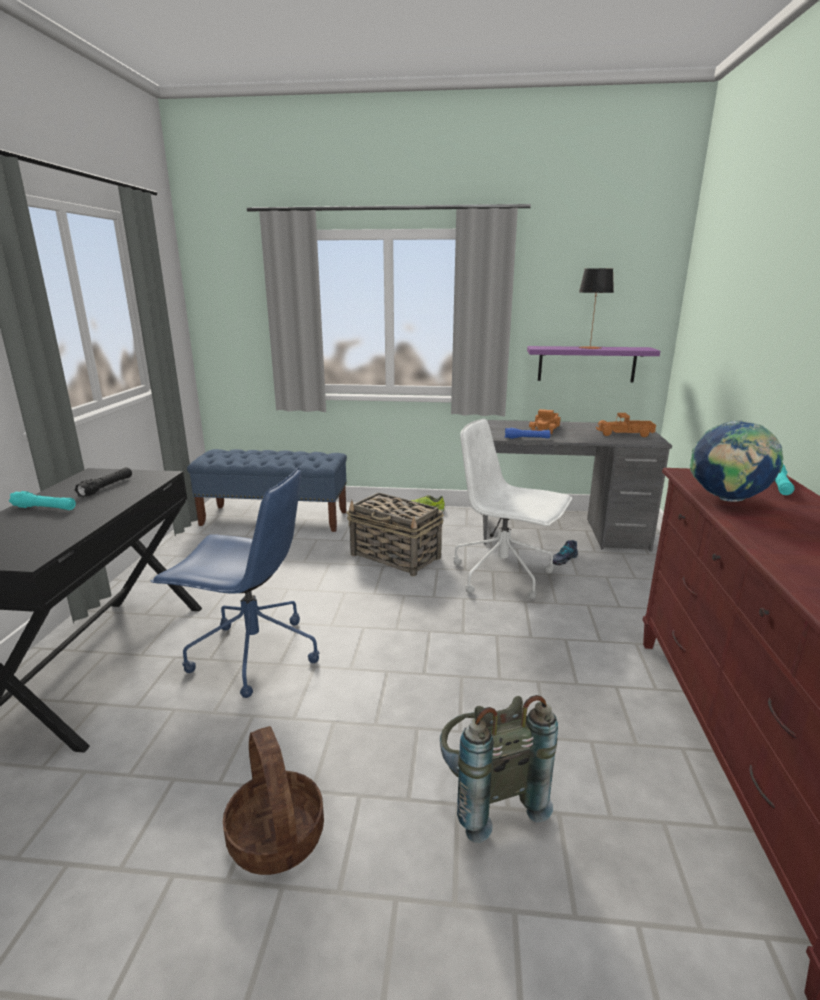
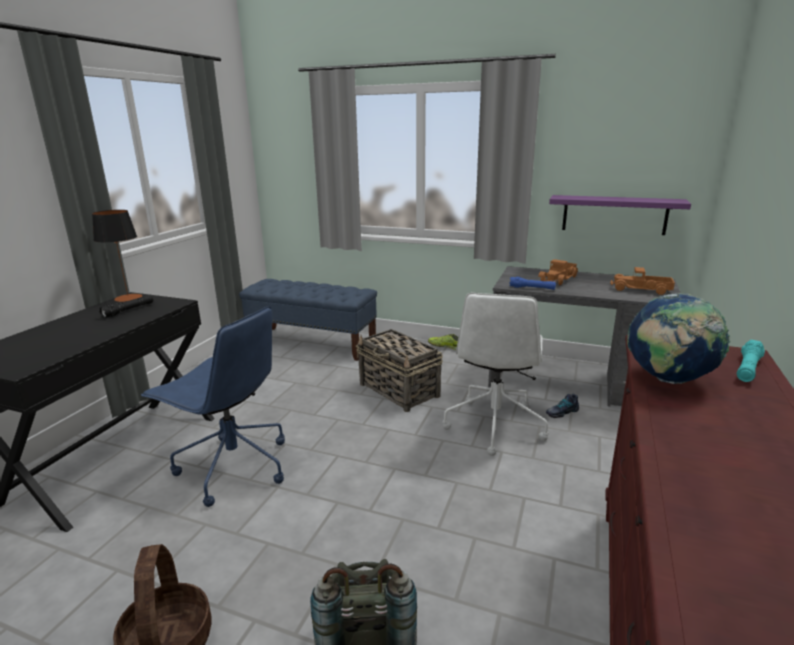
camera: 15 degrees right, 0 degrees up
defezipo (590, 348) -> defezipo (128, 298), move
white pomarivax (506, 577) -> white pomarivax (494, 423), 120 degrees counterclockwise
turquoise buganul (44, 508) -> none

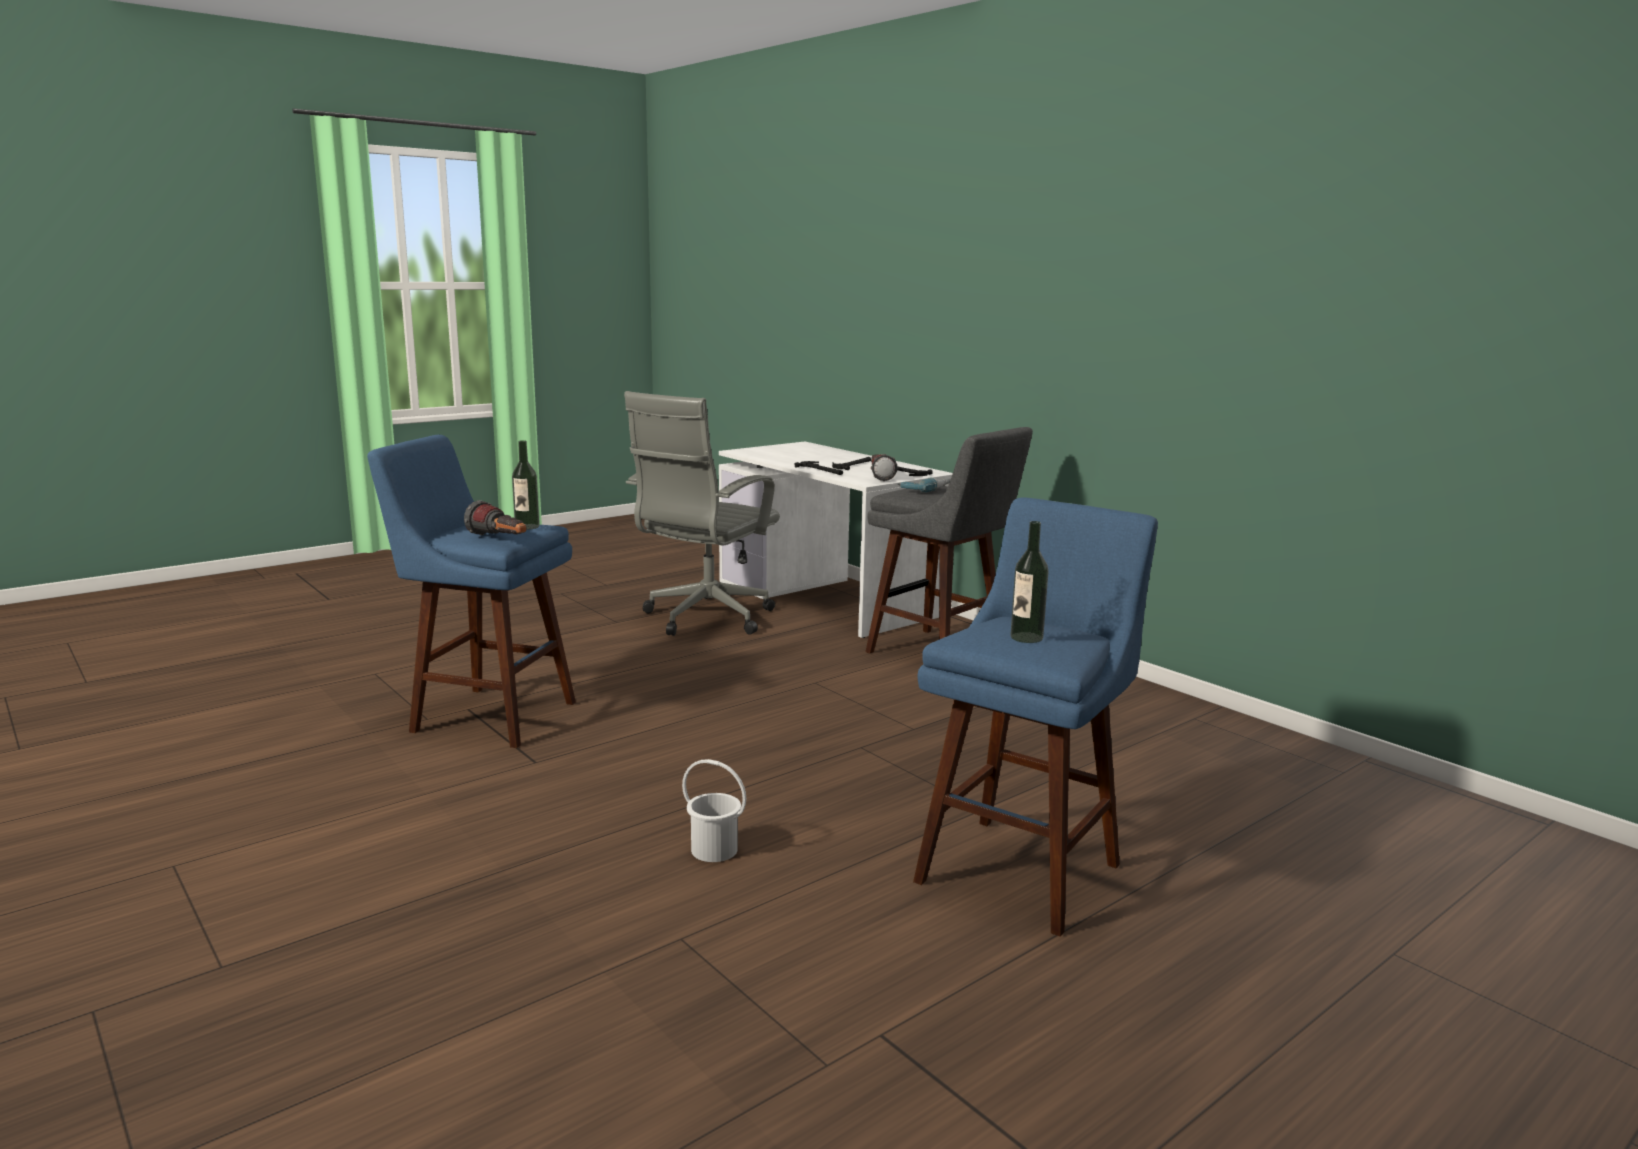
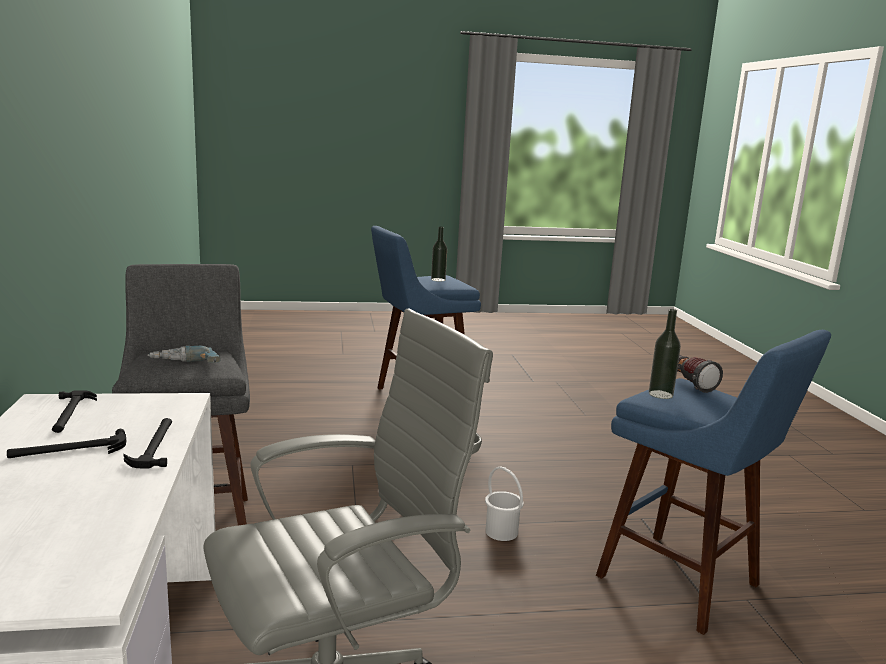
camera: 150 degrees left, 0 degrees up
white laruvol (714, 850) -> white laruvol (502, 531), move
buganul (879, 476) -> none

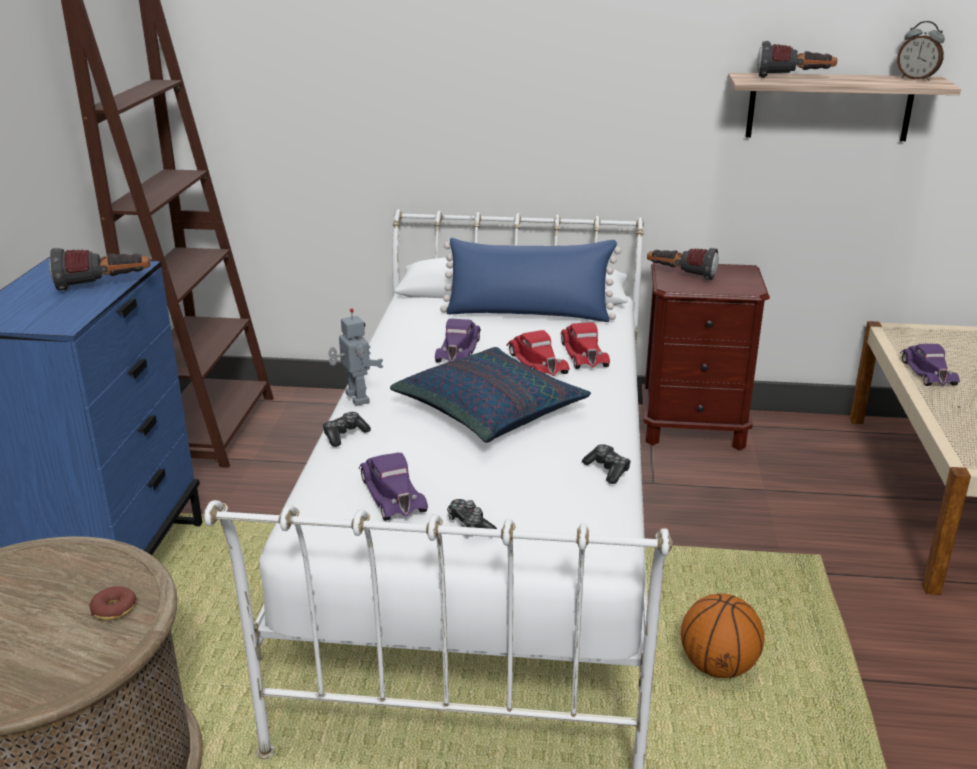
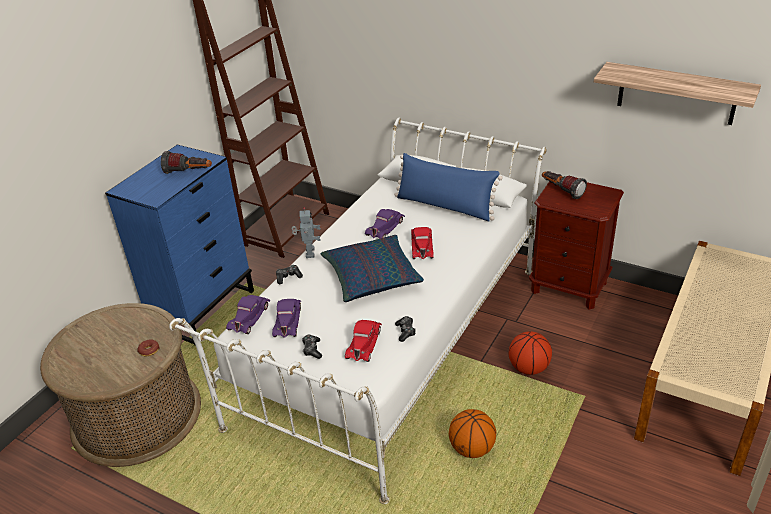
camera: 25 degrees right, 10 degrees up
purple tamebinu (927, 372) -> purple tamebinu (249, 317), move
red tamebinu (583, 353) -> red tamebinu (364, 343), move
none -> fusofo (528, 368)
buganul (794, 78) -> none
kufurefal (916, 79) -> none

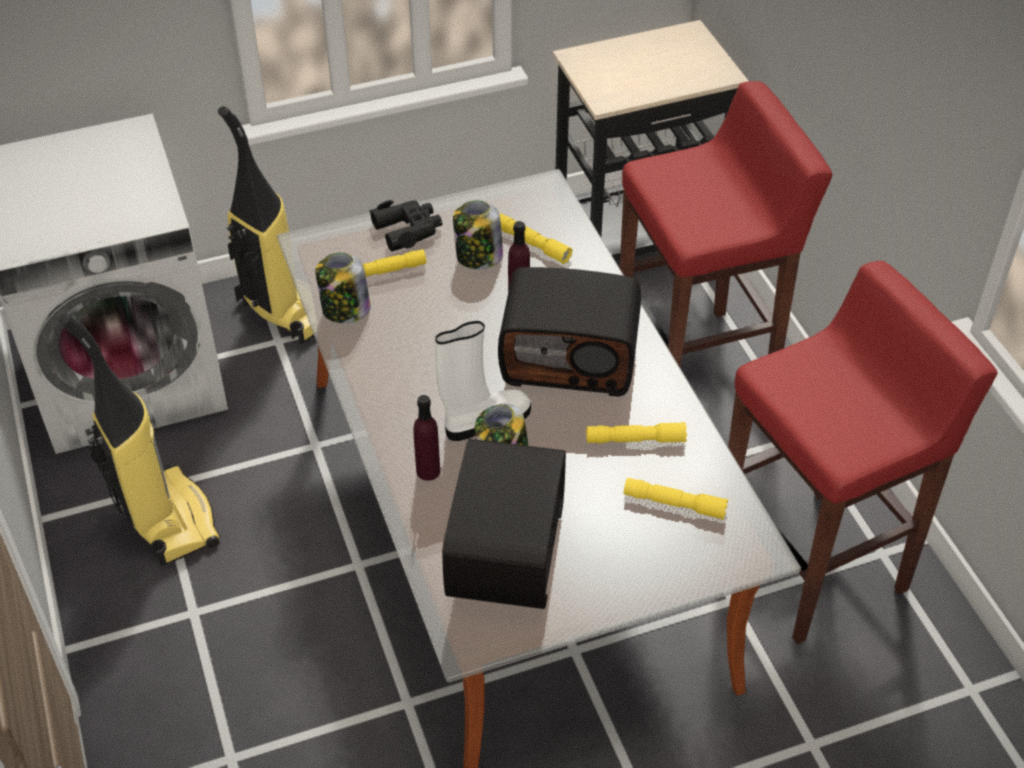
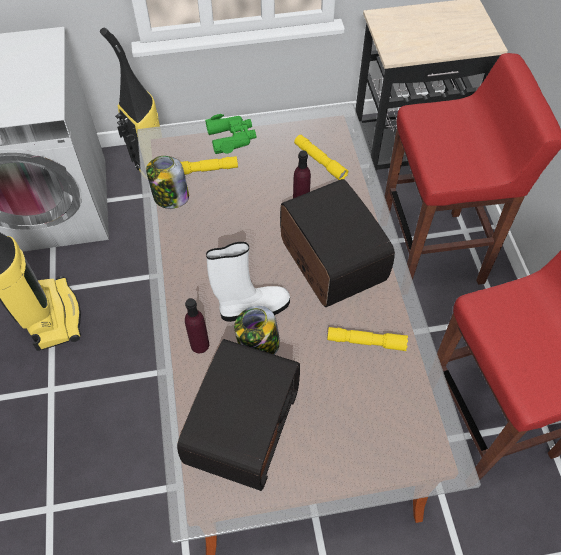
camera: 10 degrees right, 10 degrees up
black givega (408, 230) -> green givega (231, 138)
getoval (570, 357) -> getoval (329, 261), 135 degrees counterclockwise
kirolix (478, 257) -> none
yellow buganul (674, 504) -> none

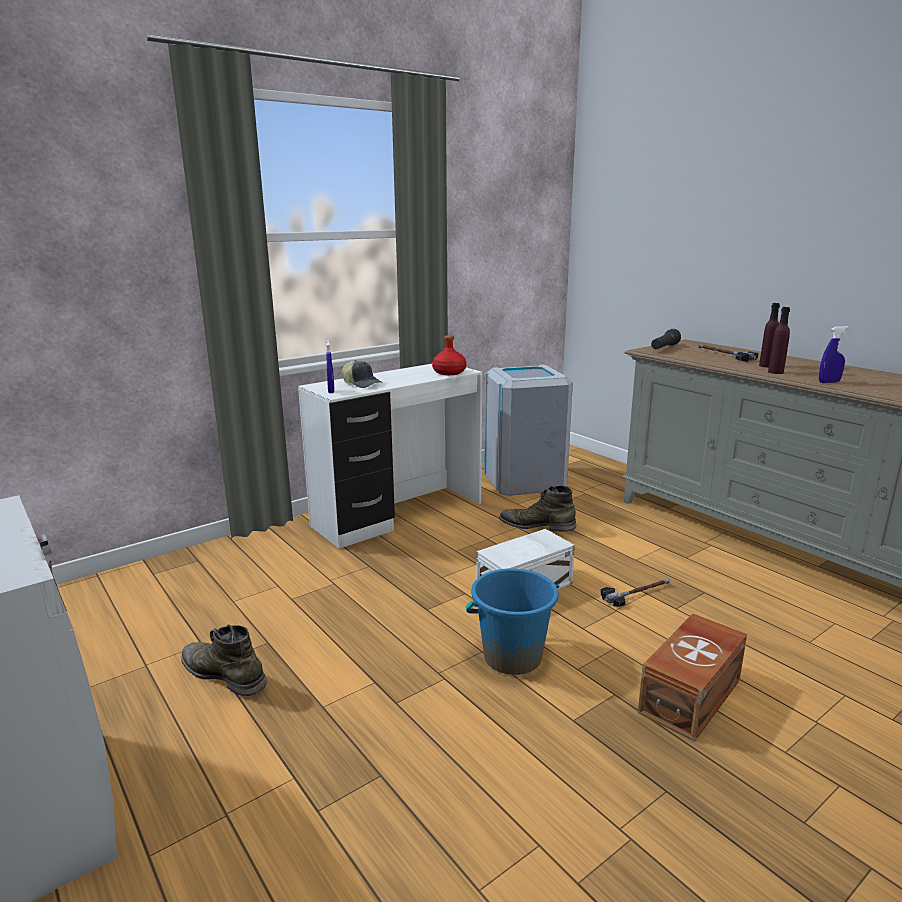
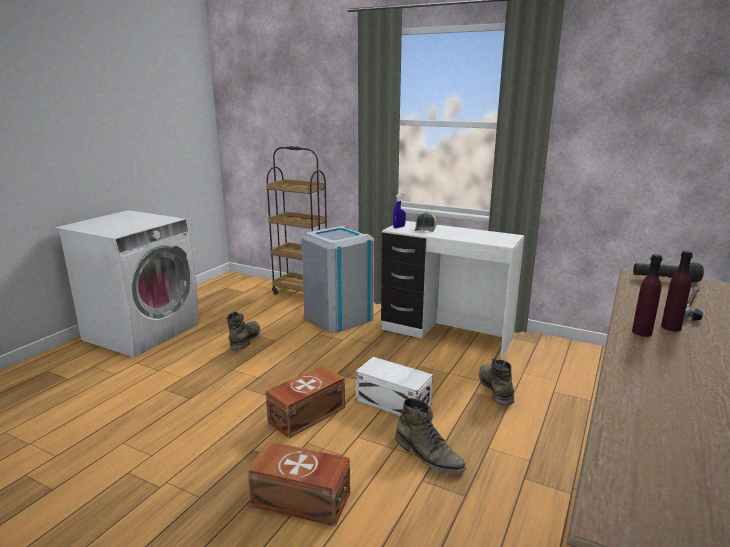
camera: 65 degrees right, 0 degrees up
none -> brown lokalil (302, 294)
blue laruvol (512, 657) -> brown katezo (305, 414)
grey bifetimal (524, 480) -> grey bifetimal (338, 317), move
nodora (636, 593) -> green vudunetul (428, 455)
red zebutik (449, 372) -> none
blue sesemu (829, 382) -> none

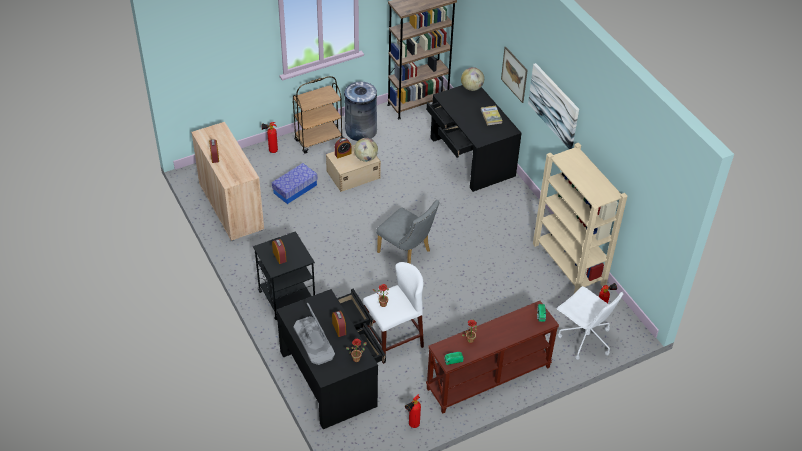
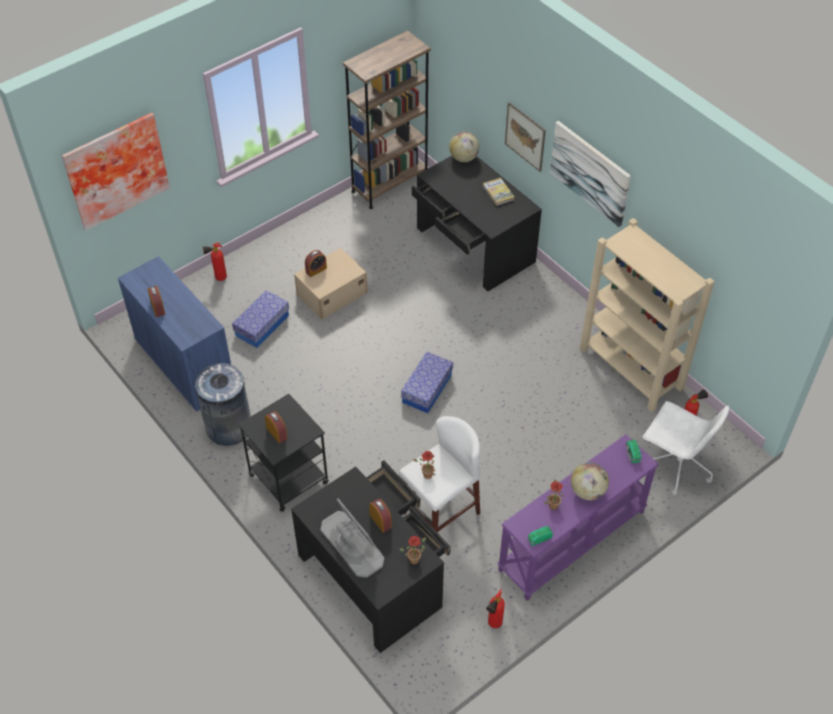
camera: 10 degrees left, 5 degrees up
none -> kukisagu (115, 169)
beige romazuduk (231, 207) -> blue romazuduk (185, 364)
grey bifetimal (360, 131) -> grey bifetimal (228, 427), move
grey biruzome (407, 253) -> katezo (427, 389)
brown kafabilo (488, 378) -> purple kafabilo (572, 541)
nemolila (366, 158) -> nemolila (587, 491), move
brown lokalil (319, 140) -> none

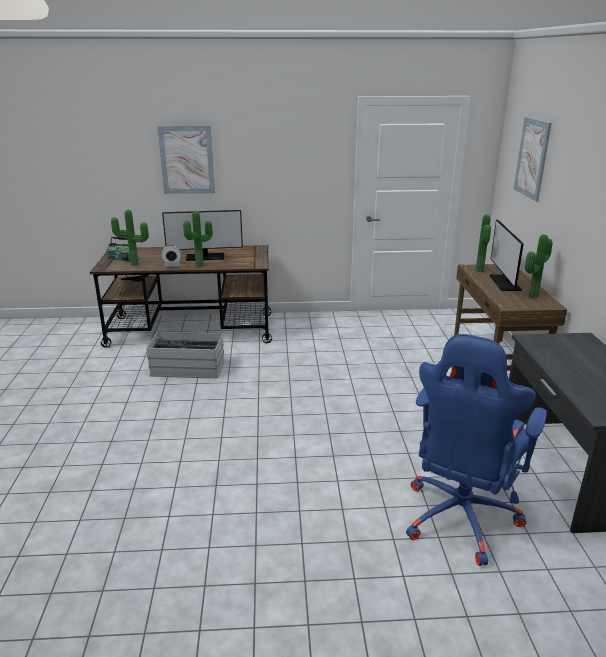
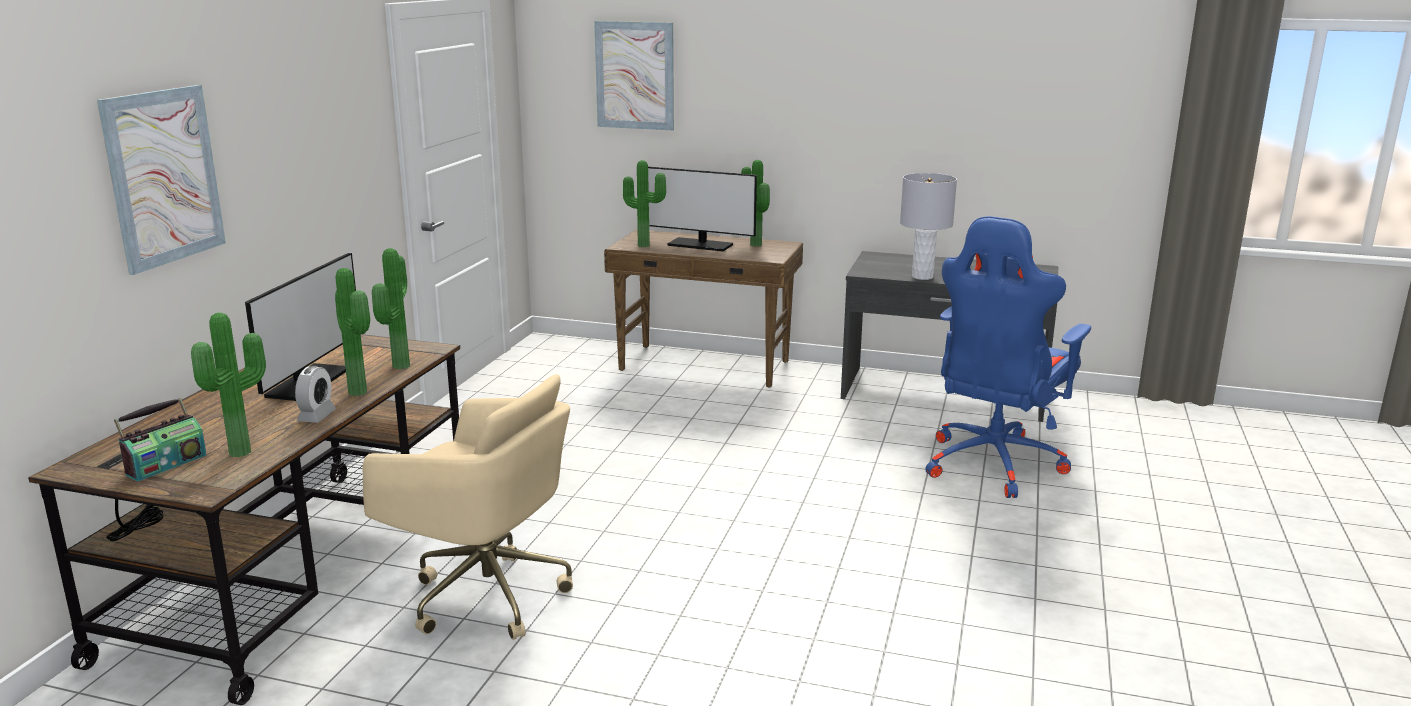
camera: 70 degrees left, 5 degrees down
grey katezo (187, 368) -> beige pomarivax (482, 596)
none -> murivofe (397, 366)
none -> grey defezipo (922, 277)
blue pomarivax (463, 511) -> blue pomarivax (997, 460), 75 degrees clockwise

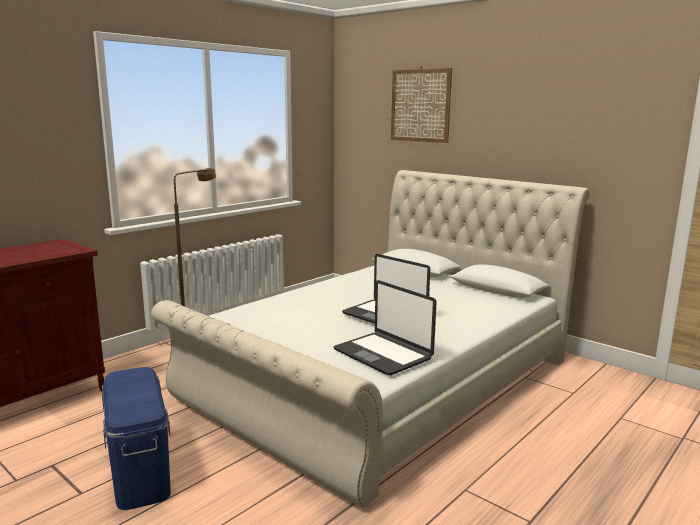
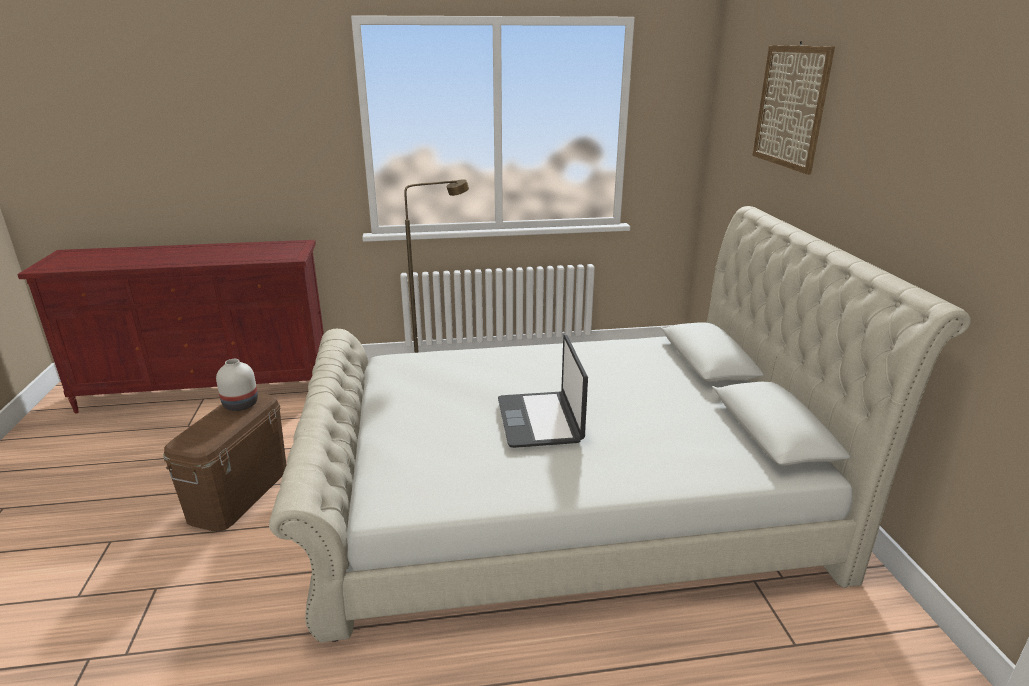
camera: 40 degrees right, 10 degrees up
blue katezo (140, 472) -> brown katezo (239, 494)
none -> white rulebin (241, 404)
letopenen (383, 354) -> none

